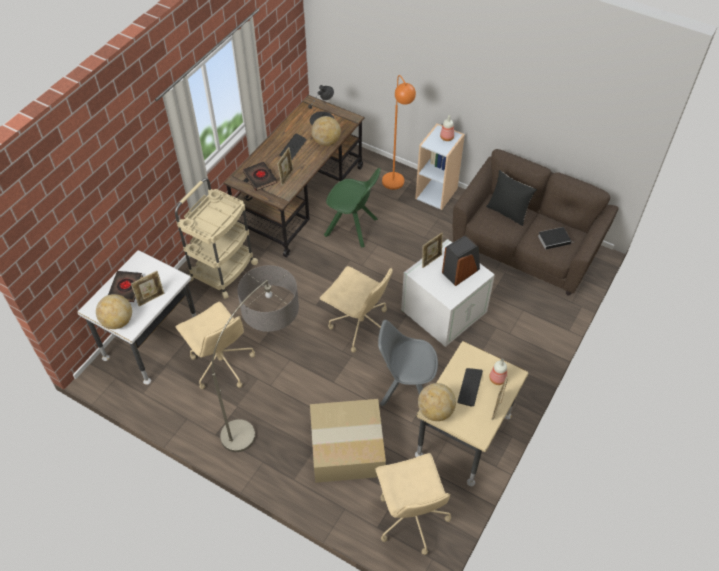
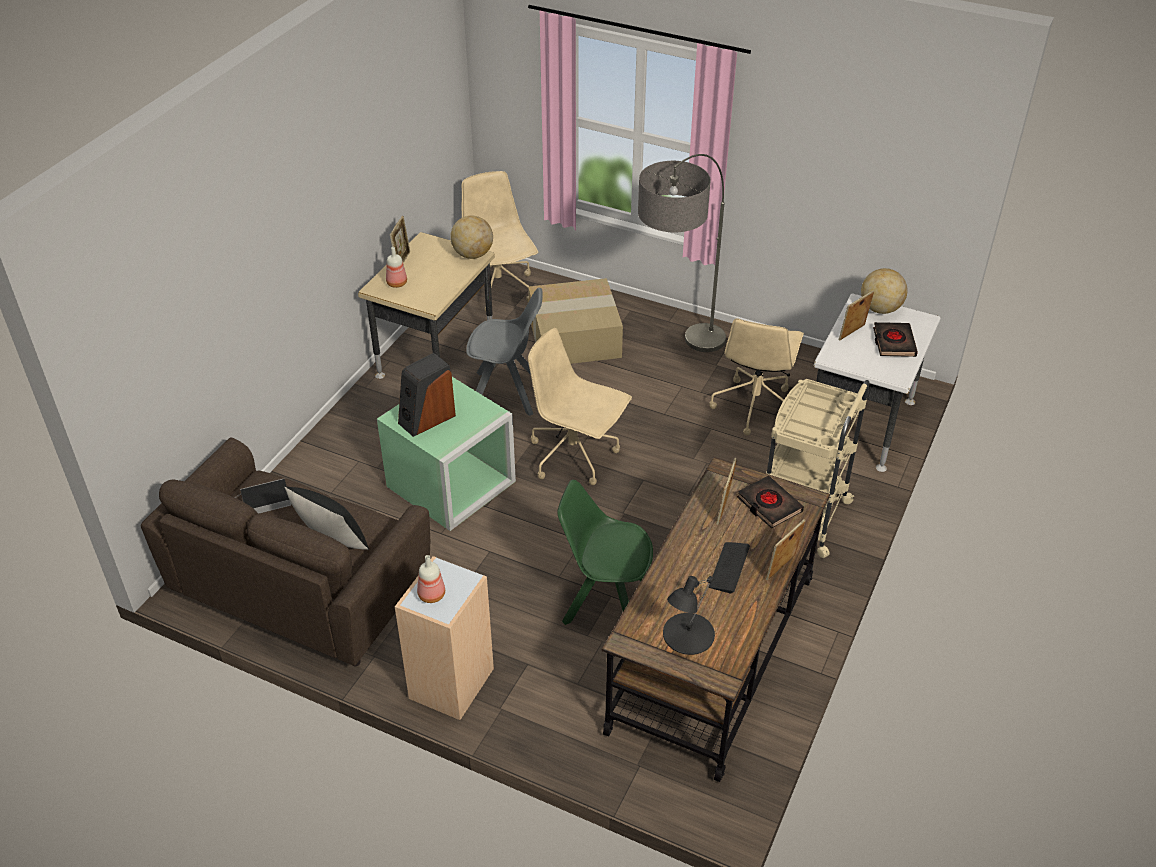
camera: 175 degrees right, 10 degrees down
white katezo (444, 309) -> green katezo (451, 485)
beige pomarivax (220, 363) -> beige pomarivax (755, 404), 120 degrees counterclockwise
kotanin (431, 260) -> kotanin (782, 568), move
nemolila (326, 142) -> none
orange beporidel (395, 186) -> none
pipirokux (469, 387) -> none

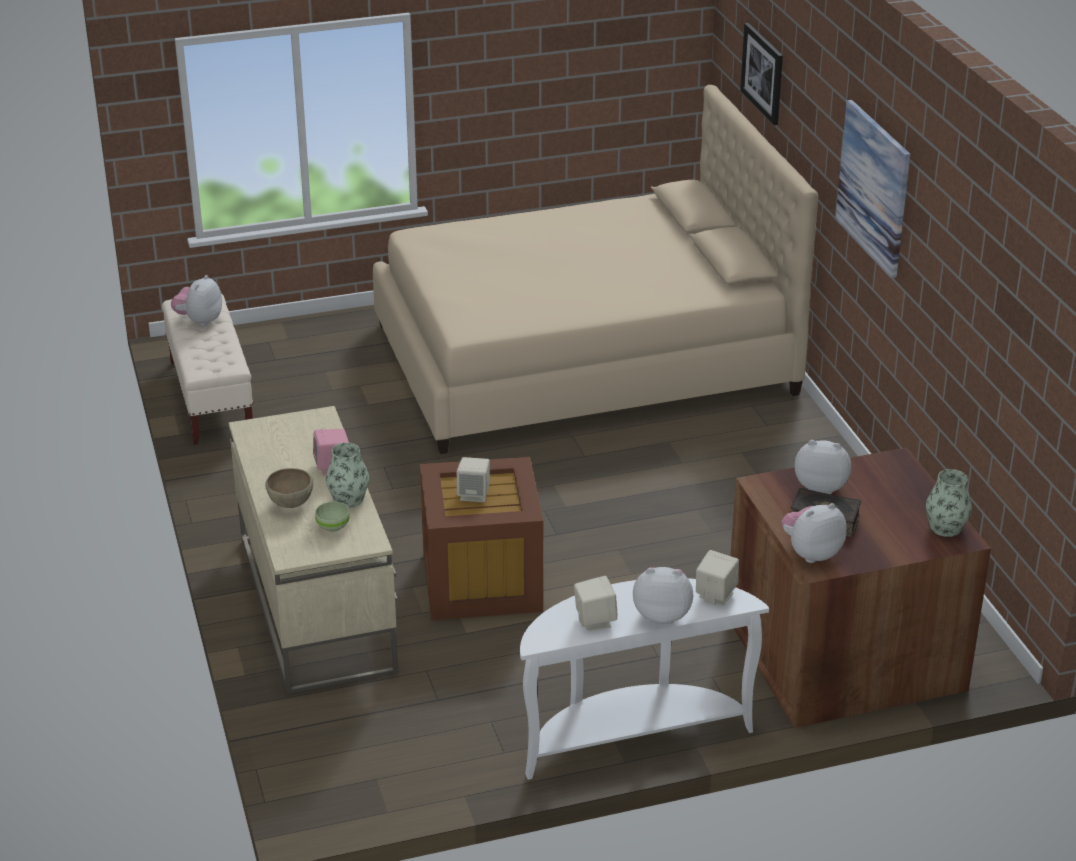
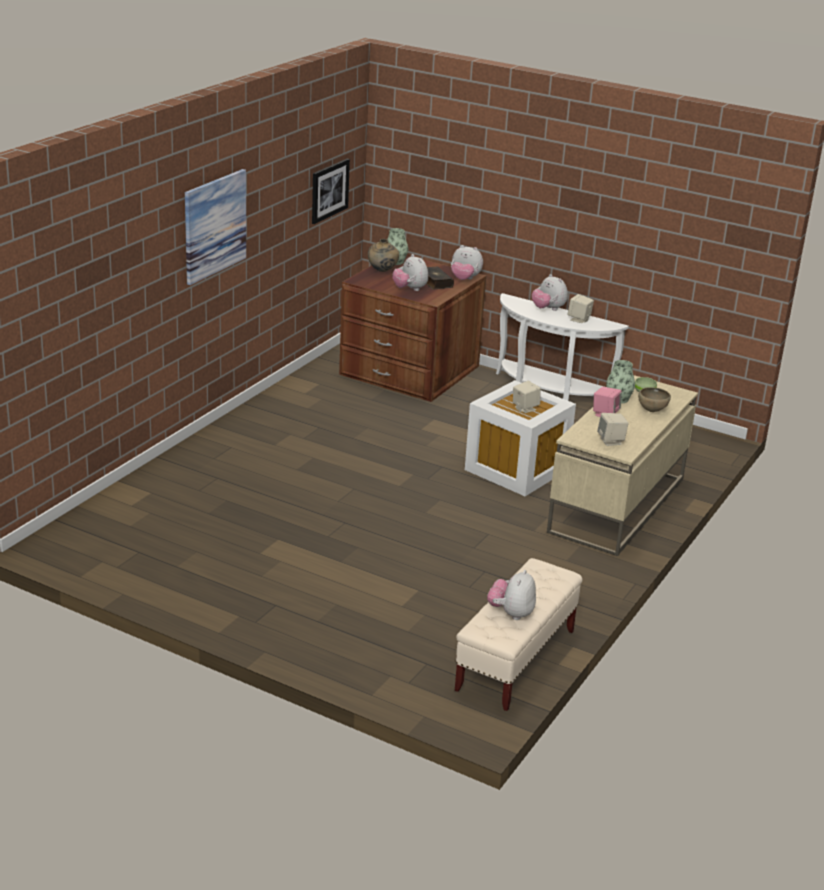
camera: 135 degrees left, 5 degrees down
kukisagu (763, 73) -> kukisagu (329, 190), move
none -> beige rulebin (382, 271)
brown katezo (484, 582) -> white katezo (516, 469)
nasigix (199, 321) -> nasigix (511, 613), 135 degrees clockwise
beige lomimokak (715, 595) -> beige lomimokak (611, 441), move
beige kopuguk (584, 358) -> none

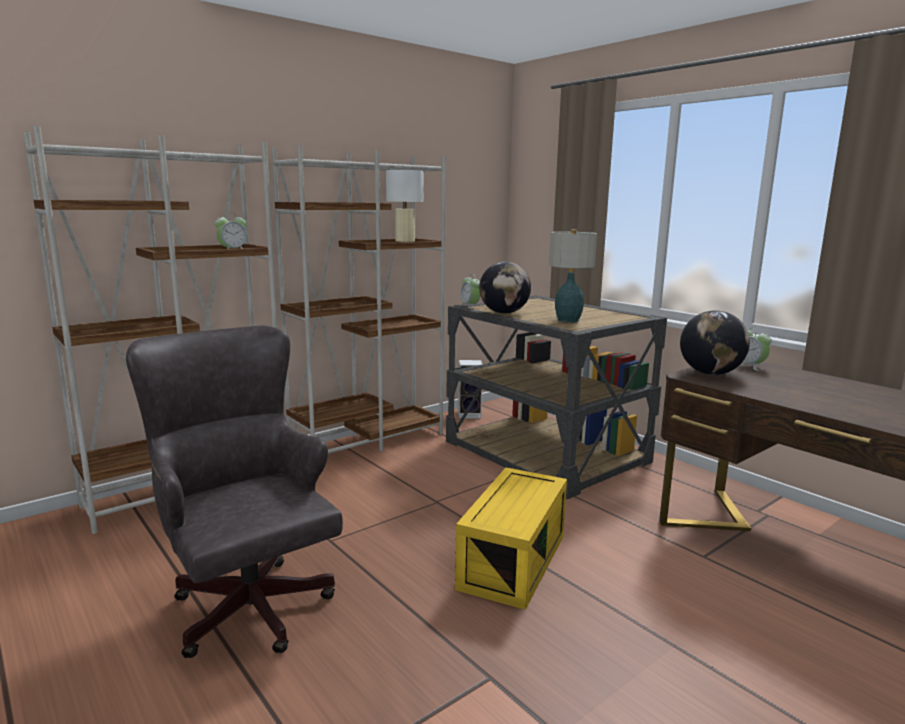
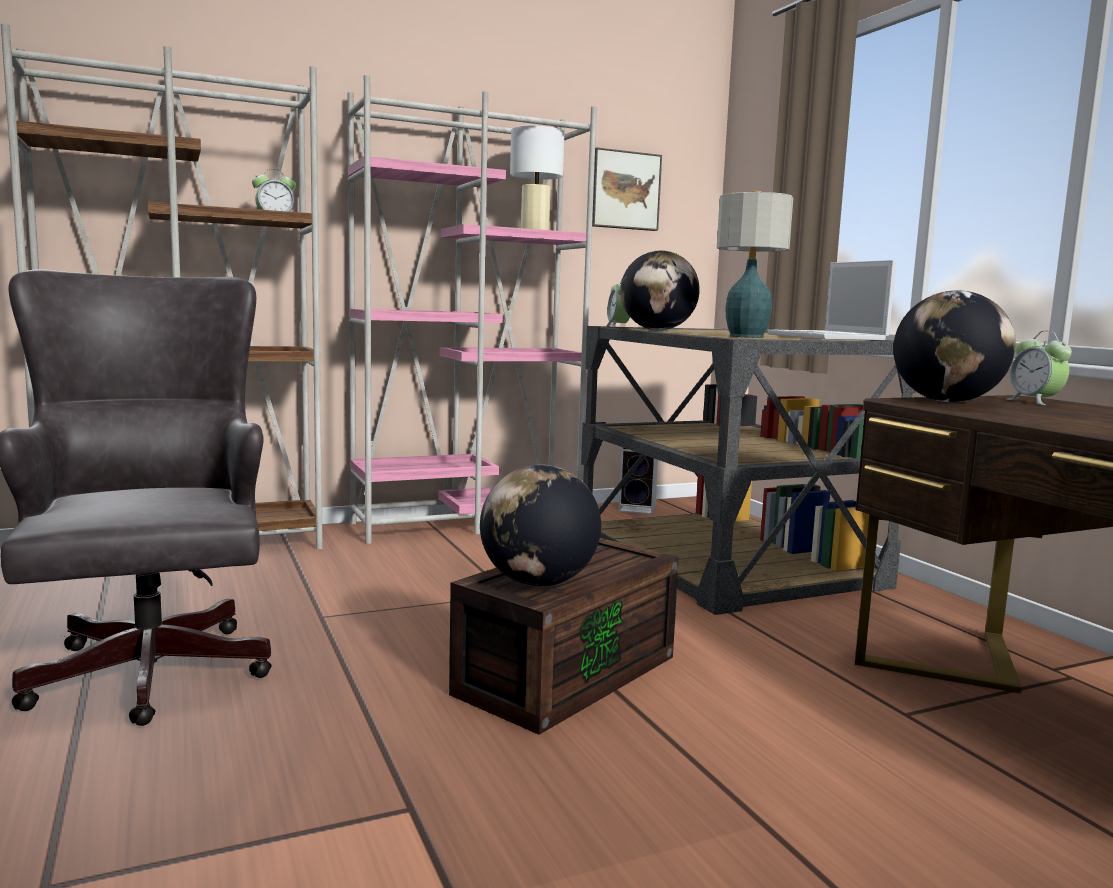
camera: 15 degrees right, 5 degrees down
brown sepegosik (369, 442) -> pink sepegosik (468, 524)
yellow katezo (511, 560) -> brown katezo (567, 672)
none -> nemolila (538, 583)
none -> kukisagu (623, 190)
none -> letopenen (827, 337)

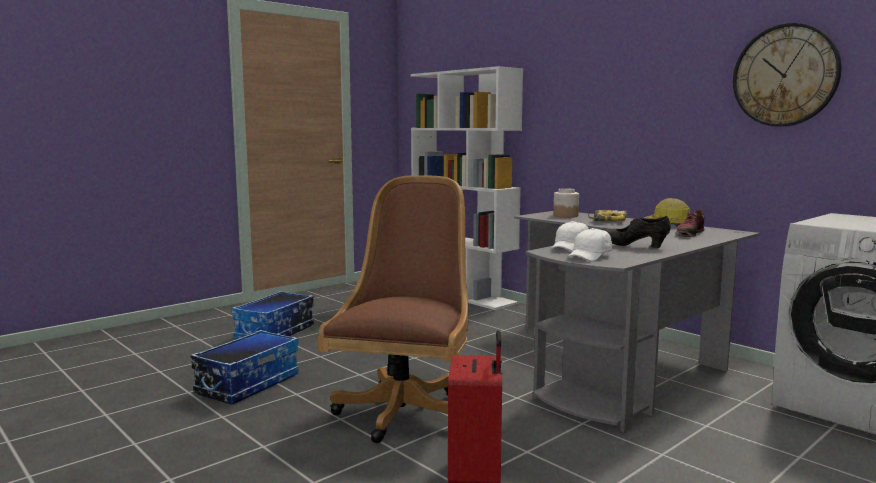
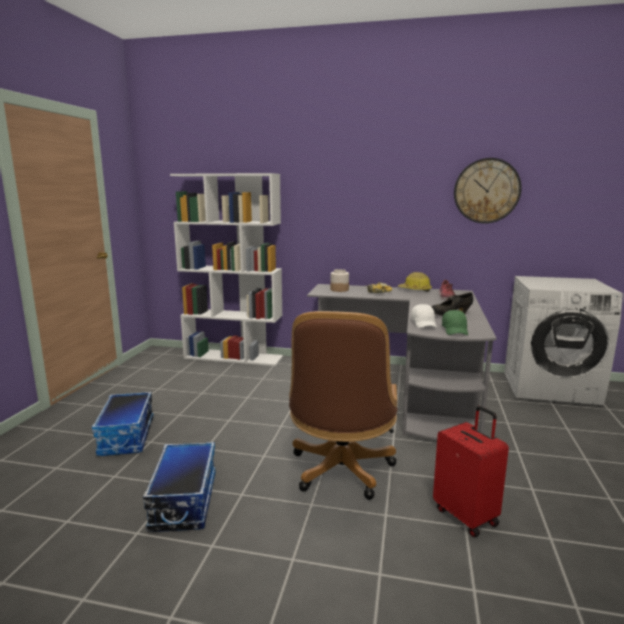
camera: 35 degrees left, 5 degrees up
brown pomarivax (405, 408) -> brown pomarivax (341, 475), 150 degrees counterclockwise
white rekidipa (590, 256) -> green rekidipa (455, 330)

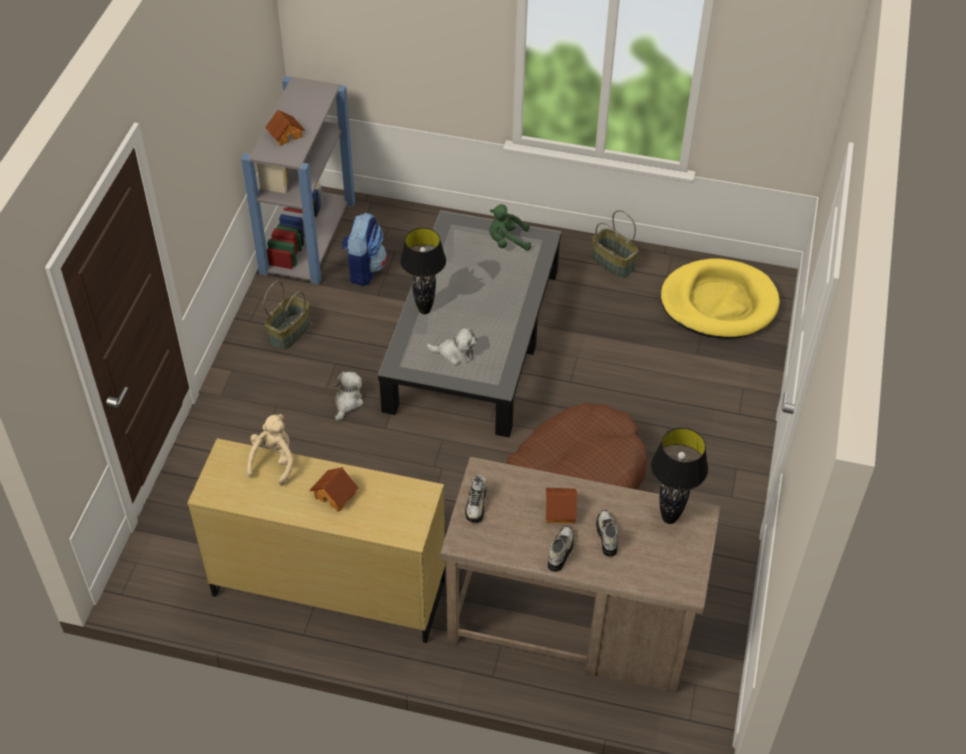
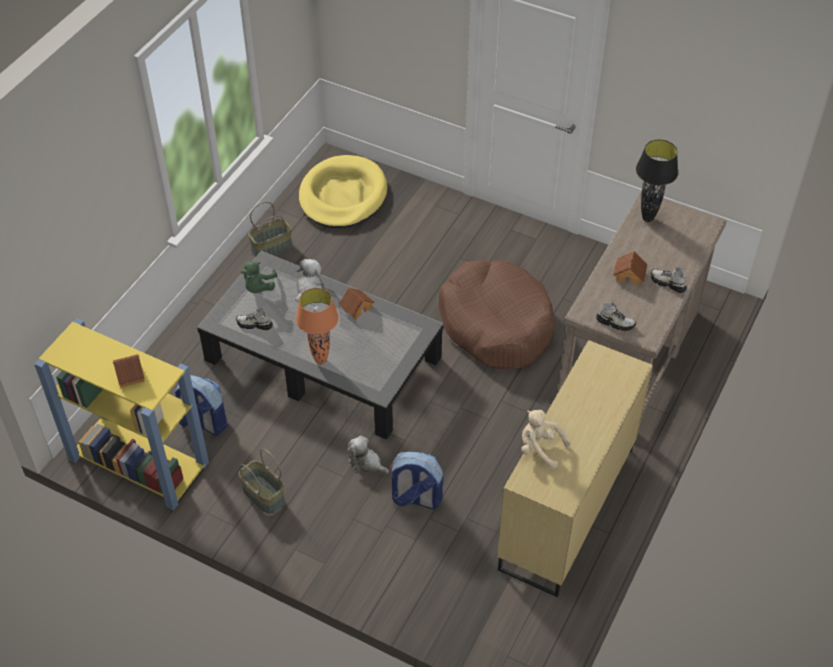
camera: 75 degrees left, 0 degrees up
grey sepegosik (309, 236) -> yellow sepegosik (138, 460)
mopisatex (606, 536) -> mopisatex (254, 324), move
nasigix (455, 353) -> nasigix (308, 286), move
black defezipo (424, 310) -> orange defezipo (320, 360)
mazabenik (335, 494) -> mazabenik (356, 307), move
none -> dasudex (415, 498)

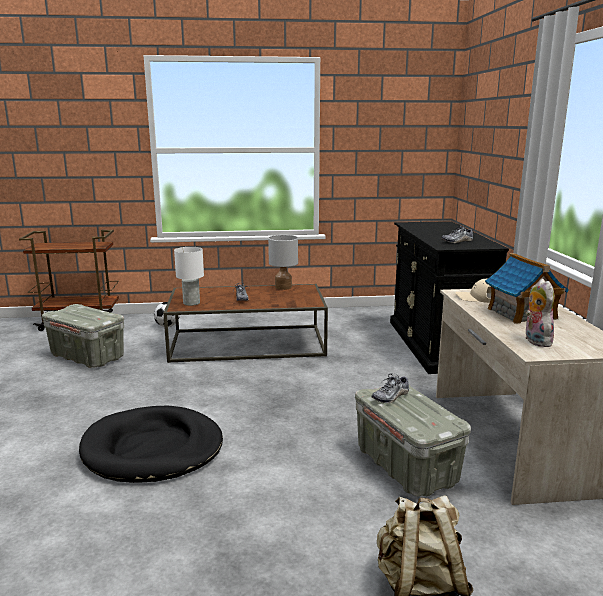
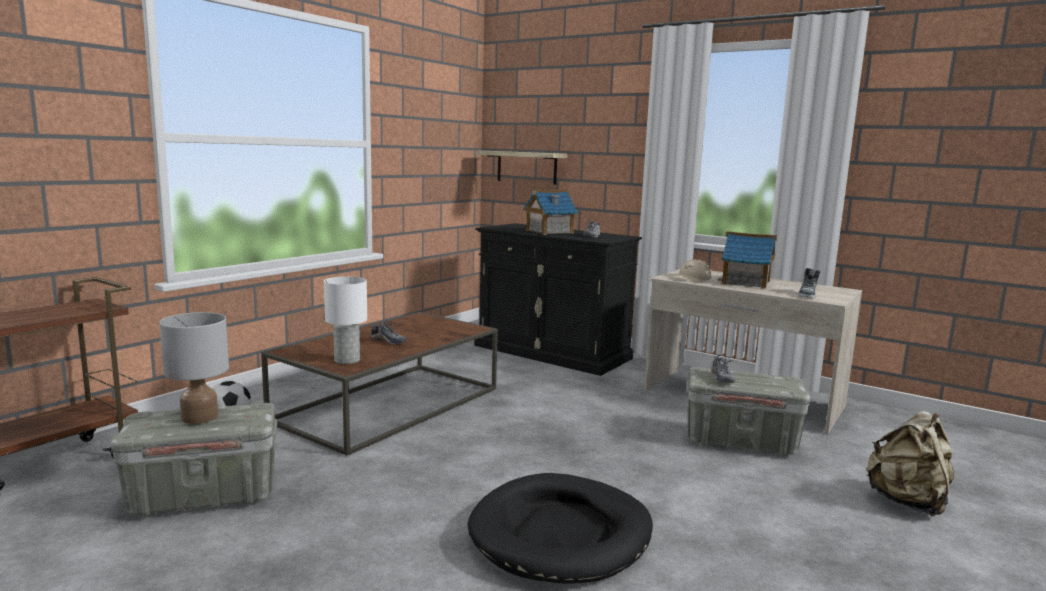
camera: 50 degrees left, 5 degrees down
grey defezipo (283, 287) -> grey defezipo (200, 417), move
none -> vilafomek (526, 167)
none -> mazabenik (549, 232)
nasigix (535, 341) -> mopisatex (808, 295)

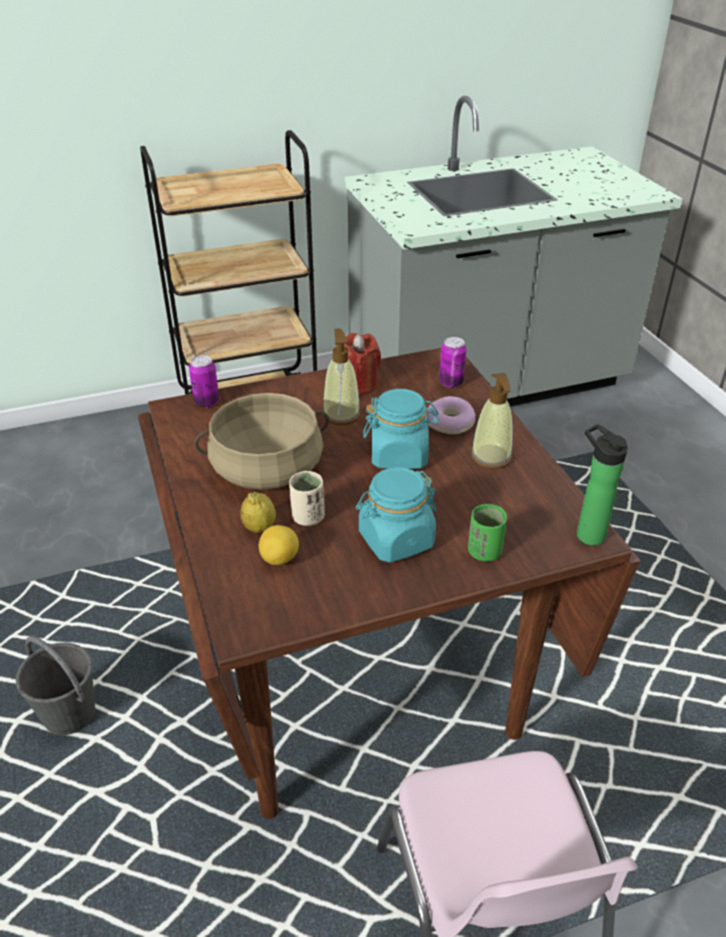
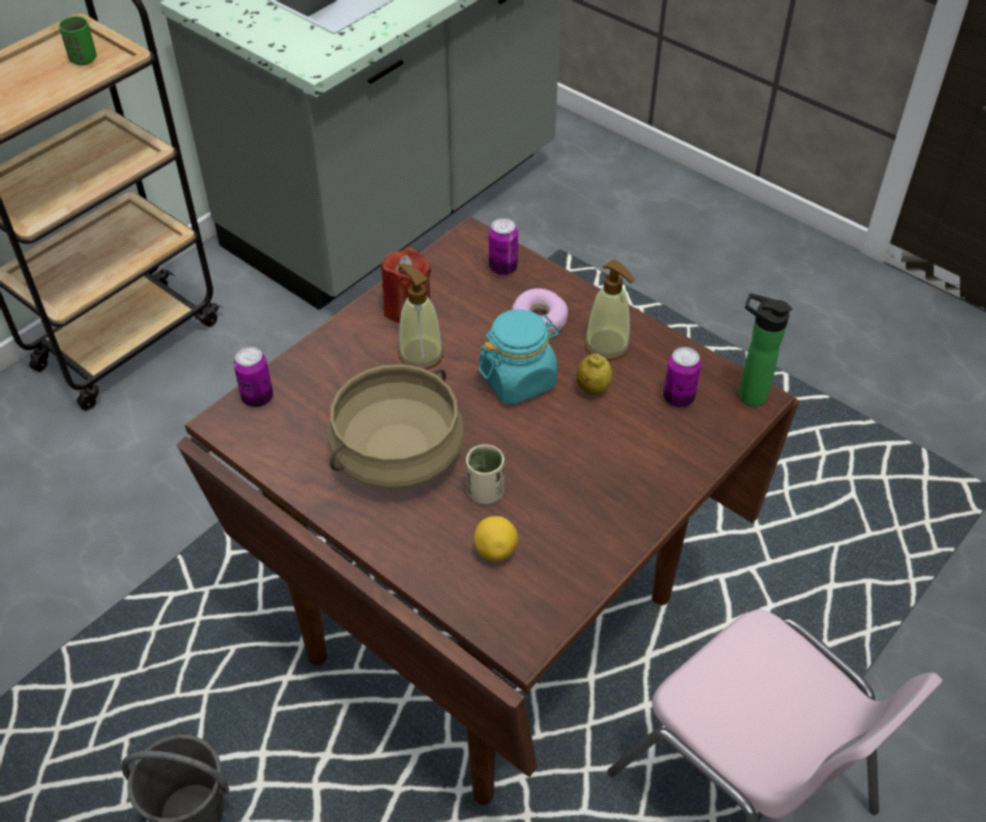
camera: 30 degrees left, 10 degrees up
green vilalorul (484, 552) -> green vilalorul (83, 59), move
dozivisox (259, 528) -> dozivisox (593, 388), move
none -> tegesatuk (678, 398)
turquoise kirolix (395, 540) -> none

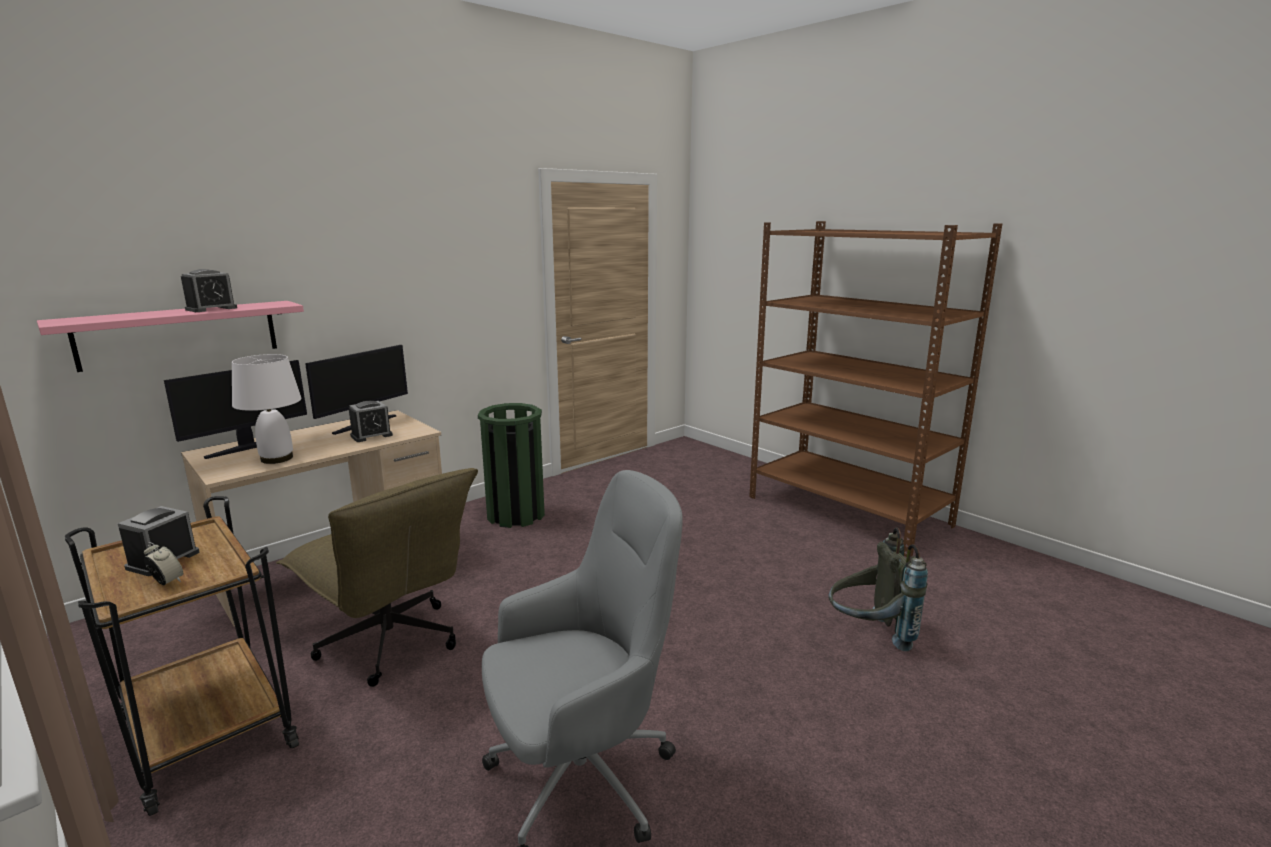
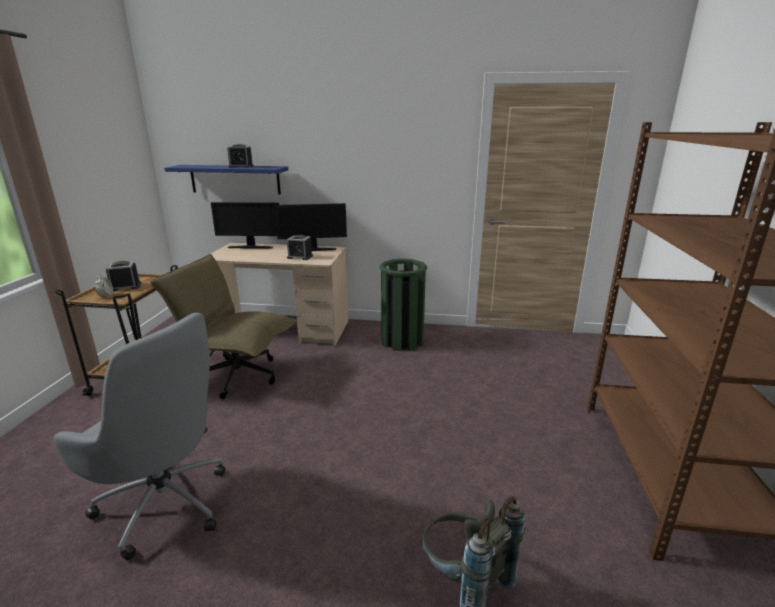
camera: 50 degrees right, 5 degrees up
beige pomarivax (388, 640) -> beige pomarivax (239, 376), 105 degrees clockwise
pink vilafomek (179, 334) -> blue vilafomek (235, 179)
white defezipo (276, 458) -> none

